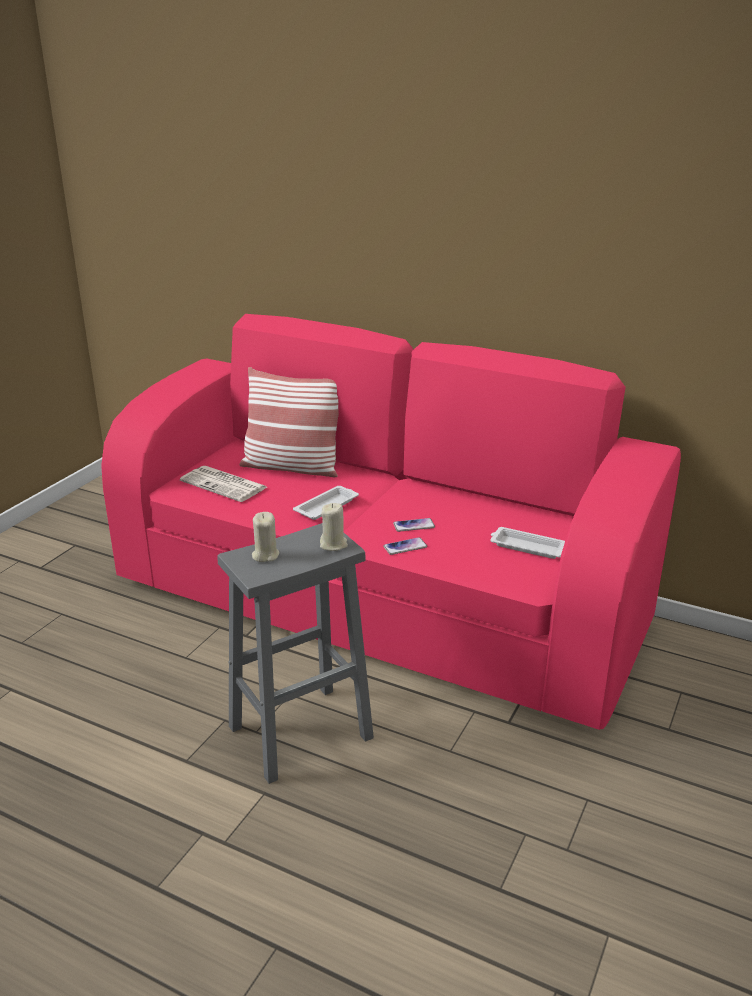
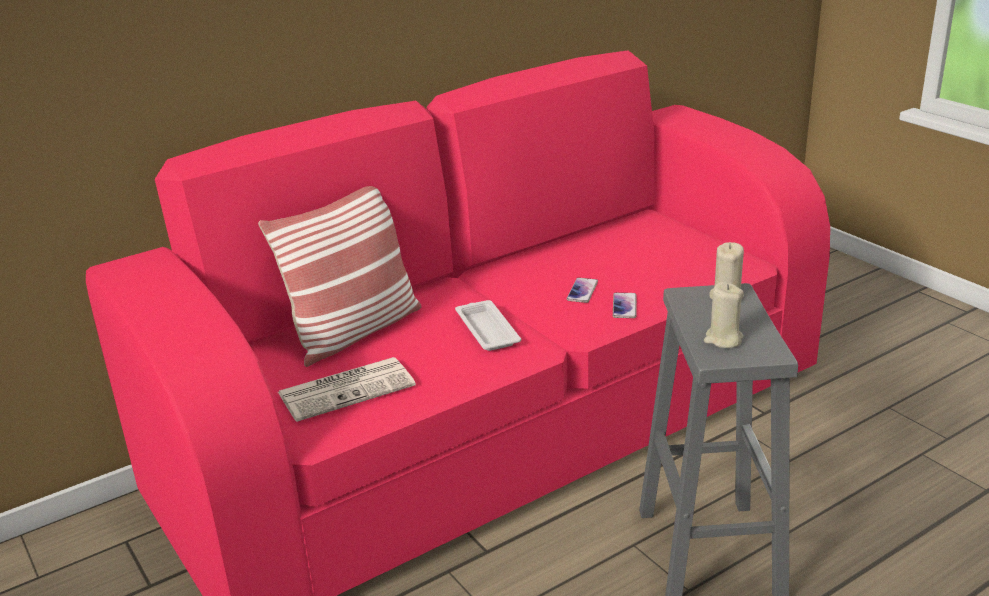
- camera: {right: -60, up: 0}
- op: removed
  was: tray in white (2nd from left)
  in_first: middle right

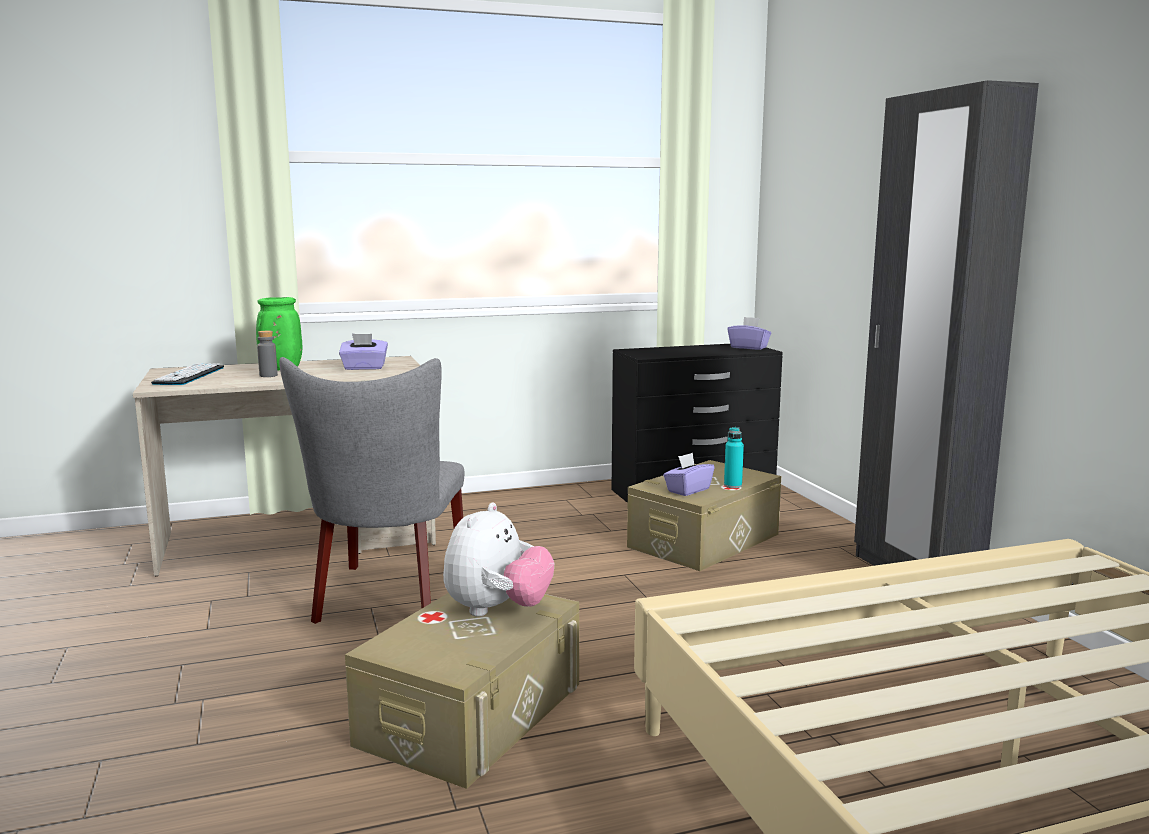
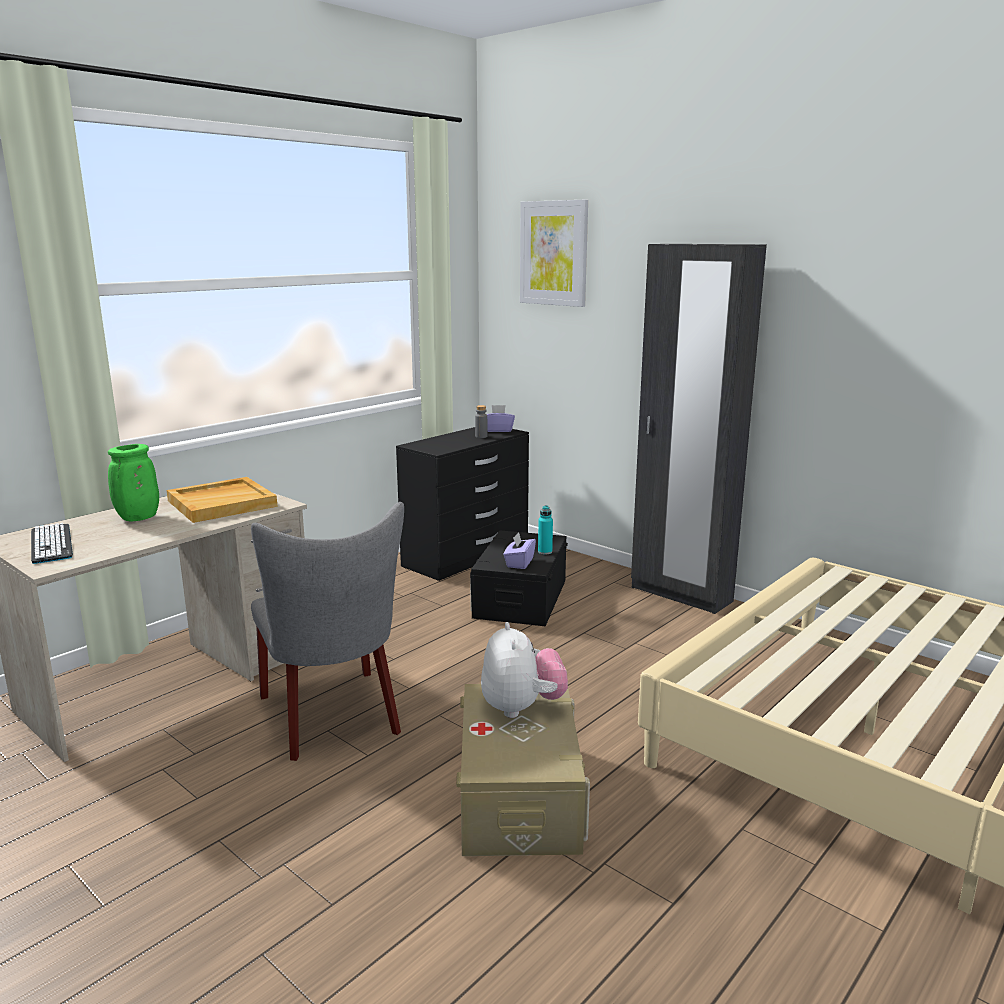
- camera: {right: -30, up: 5}
- op: added
  now: picture
  in_second: top centre
- op: moved
  was: bottle in grey
  in_first: middle left
  in_second: centre
- op: replaced
  was: tissue box in purple (1st from left)
  now: tray in beige
  in_first: middle left
  in_second: middle left
- op: recoloured
  was: storage box in beige (2nd from left)
  now: storage box in black
  in_first: centre
  in_second: centre

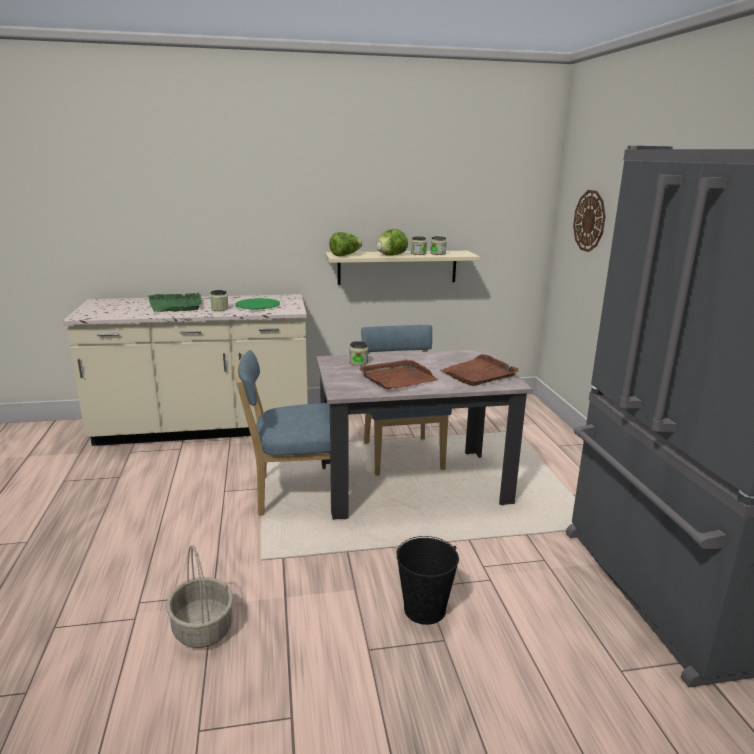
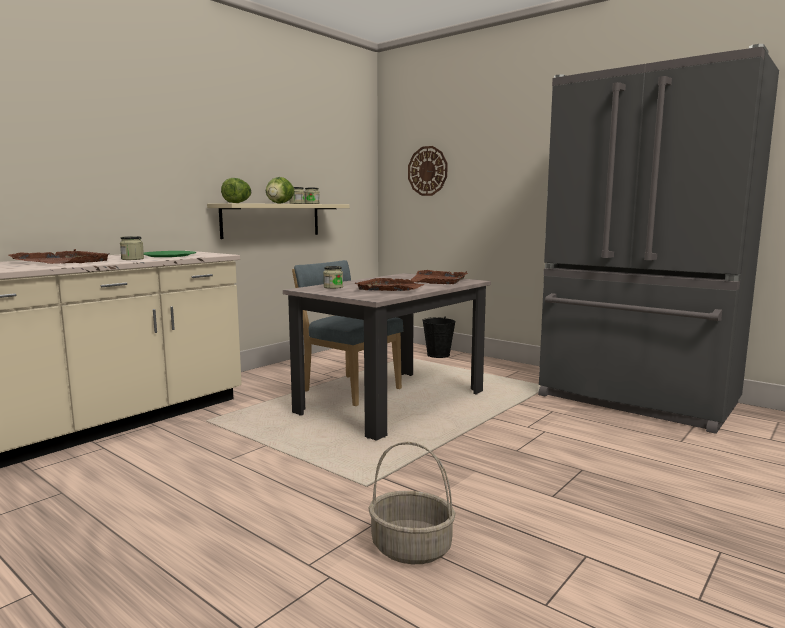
- camera: {right: -40, up: -10}
- op: removed
  was: chair in blue (1st from left)
  in_first: centre
- op: moved
  was: bucket in black
  in_first: bottom centre
  in_second: centre
- op: recoloured
  was: tray in green
  now: tray in brown (1st from left)
  in_first: middle left
  in_second: middle left

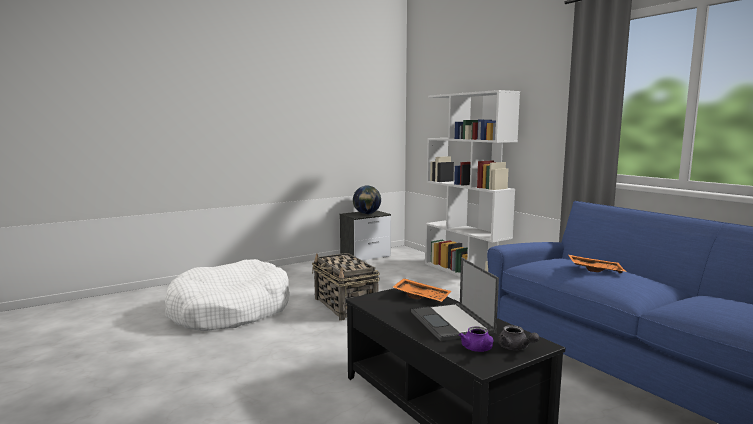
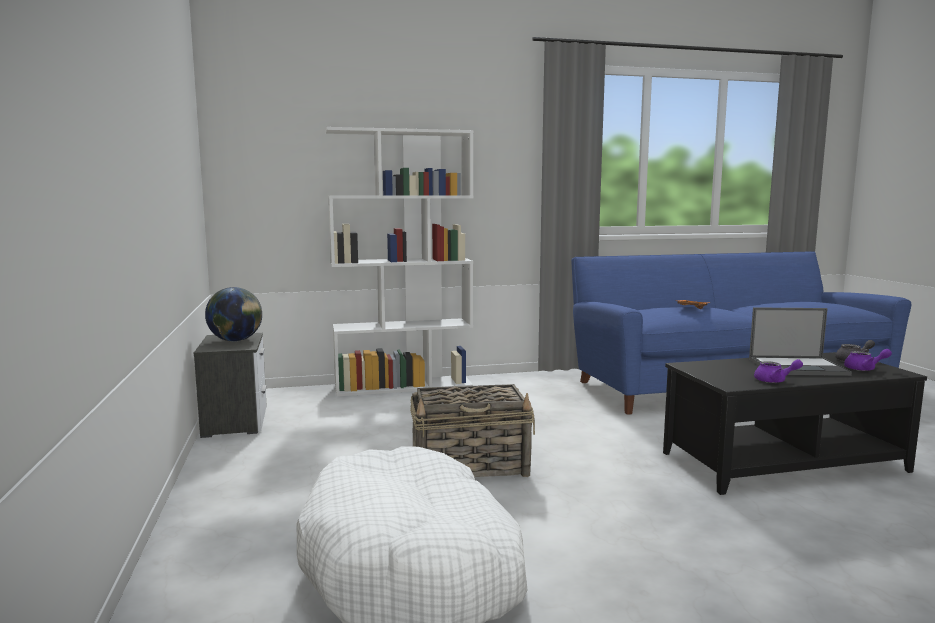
- camera: {right: -70, up: 0}
- op: removed
  was: tray in orange (1st from left)
  in_first: bottom centre
- op: added
  now: teapot in purple (1st from left)
  in_second: middle right

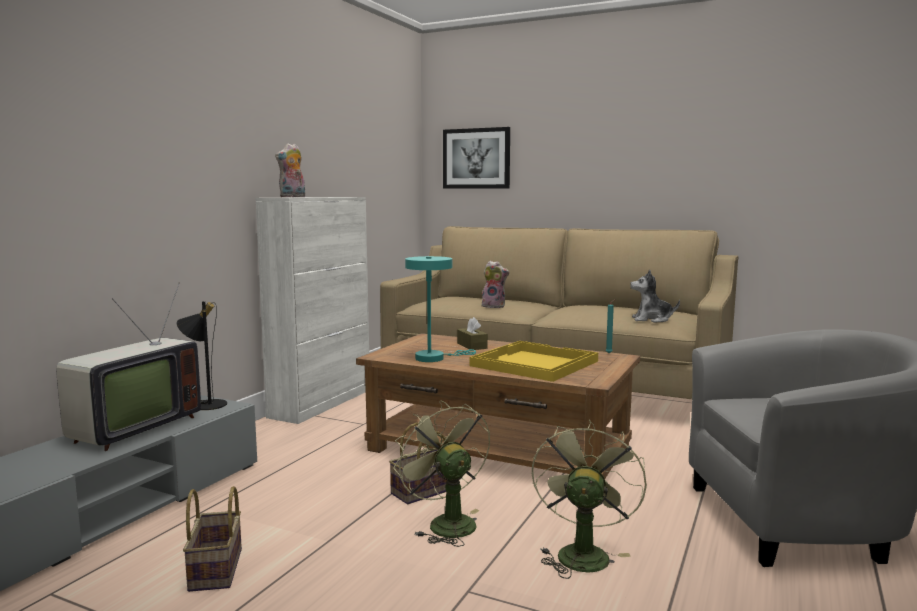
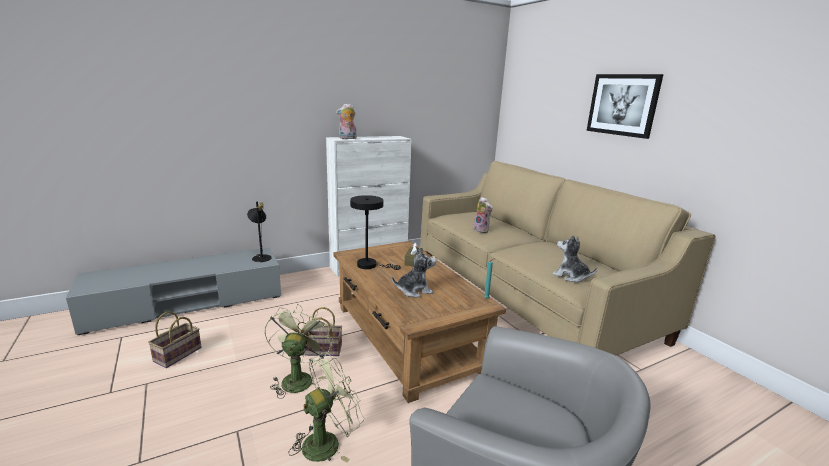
- camera: {right: 35, up: 10}
- op: removed
  was: television
  in_first: middle left
- op: moved
  was: picture
  in_first: top centre
  in_second: top right
- op: replaced
  was: tray in yellow
  now: plush toy (2nd from left)
  in_first: centre
  in_second: centre
- op: recoloured
  was: table lamp in turquoise
  now: table lamp in black (2nd from left)
  in_first: centre
  in_second: centre

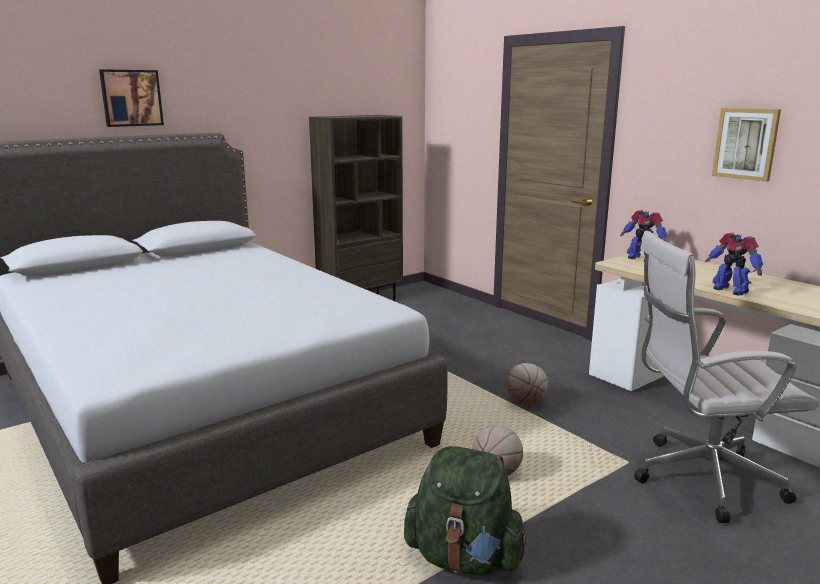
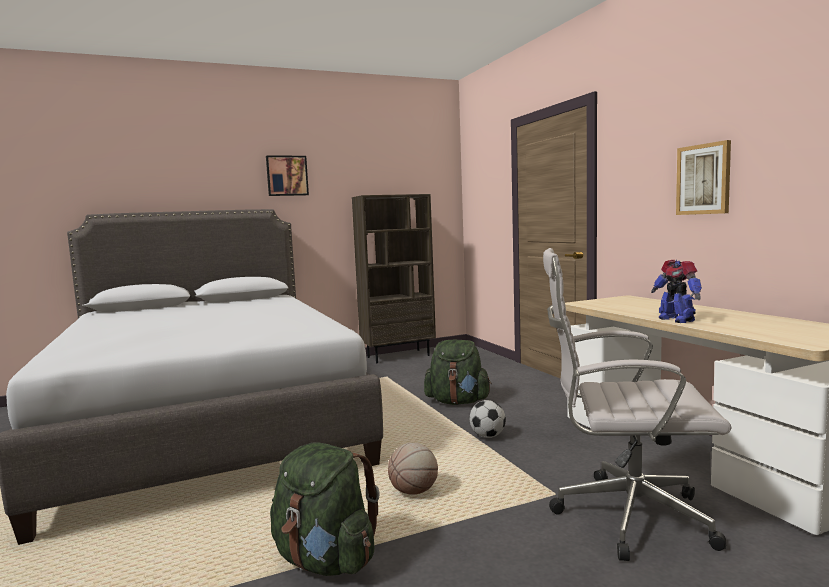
- camera: {right: 15, up: -10}
- op: removed
  was: toy robot (1st from left)
  in_first: middle right
- op: added
  now: backpack in green (2nd from left)
  in_second: centre
- op: moved
  was: picture (1st from left)
  in_first: top left
  in_second: top centre
- op: replaced
  was: basketball (2nd from left)
  now: football
  in_first: centre
  in_second: bottom centre

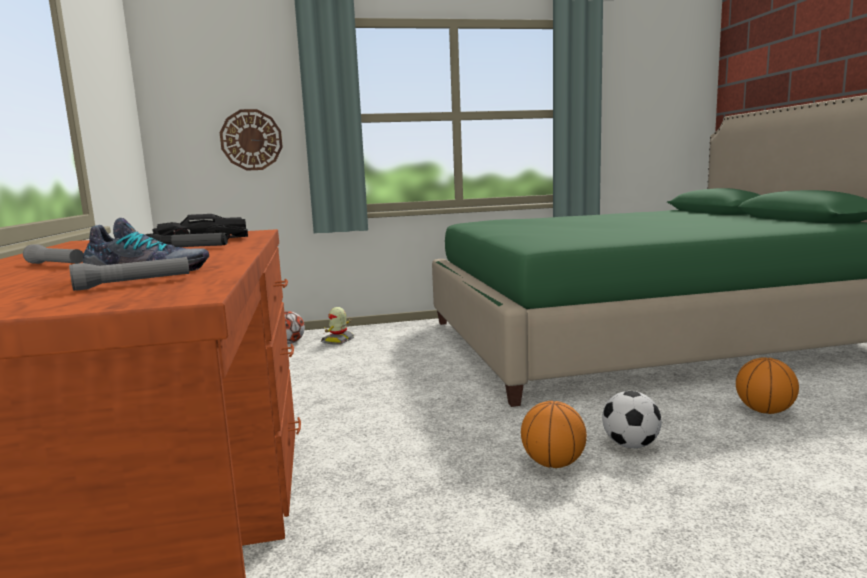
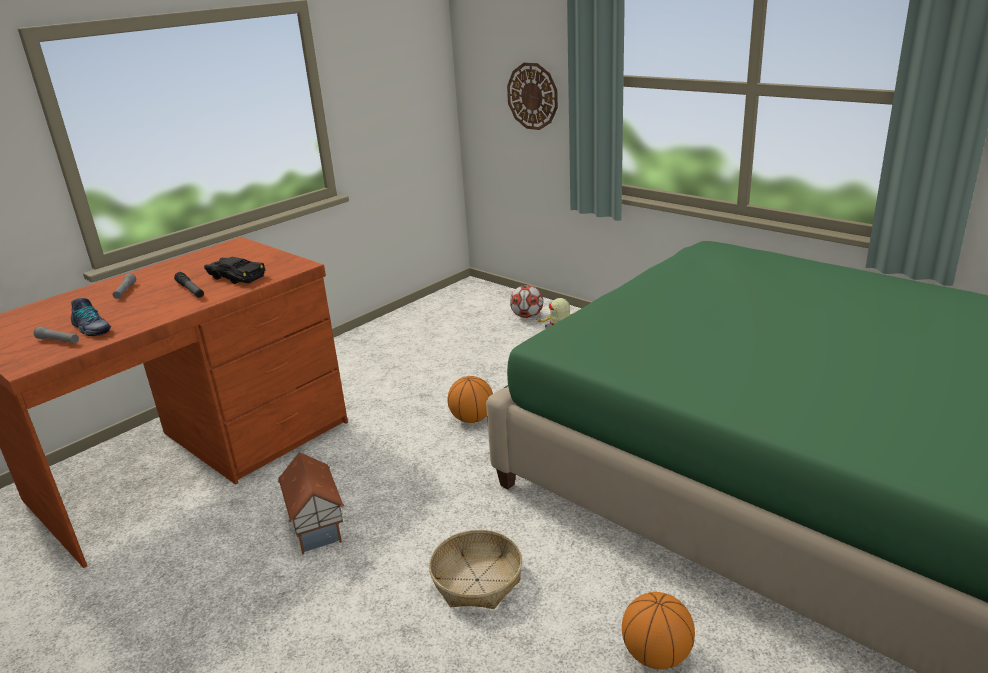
- camera: {right: 55, up: 15}
- op: added
  now: toy house
  in_second: bottom left
- op: moved
  was: basketball (1st from left)
  in_first: bottom centre
  in_second: centre
- op: replaced
  was: football (2nd from left)
  now: basket
  in_first: bottom right
  in_second: bottom centre

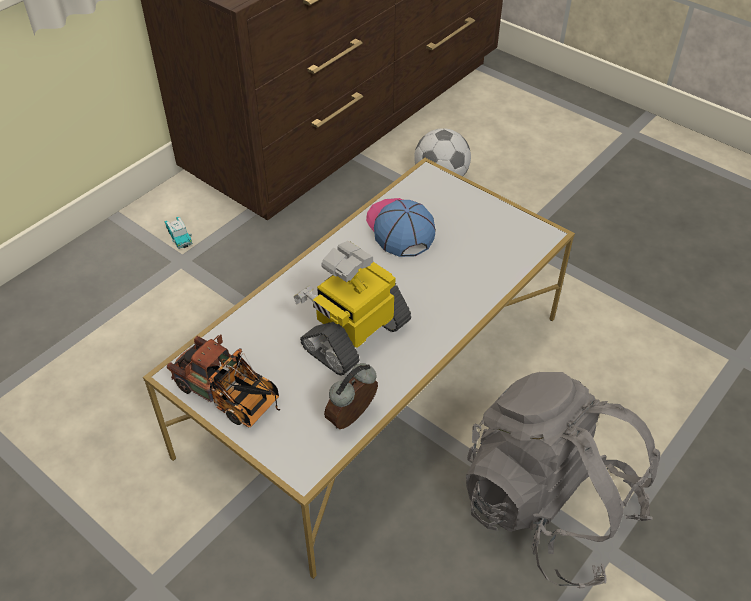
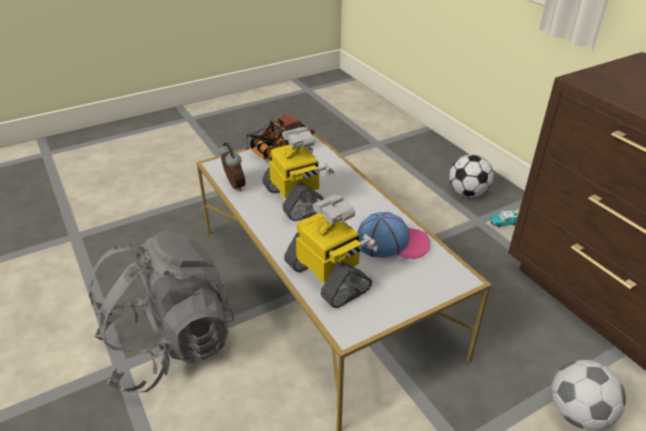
- camera: {right: 110, up: -10}
- op: added
  now: toy robot (2nd from left)
  in_second: centre
- op: added
  now: football (1st from left)
  in_second: middle right

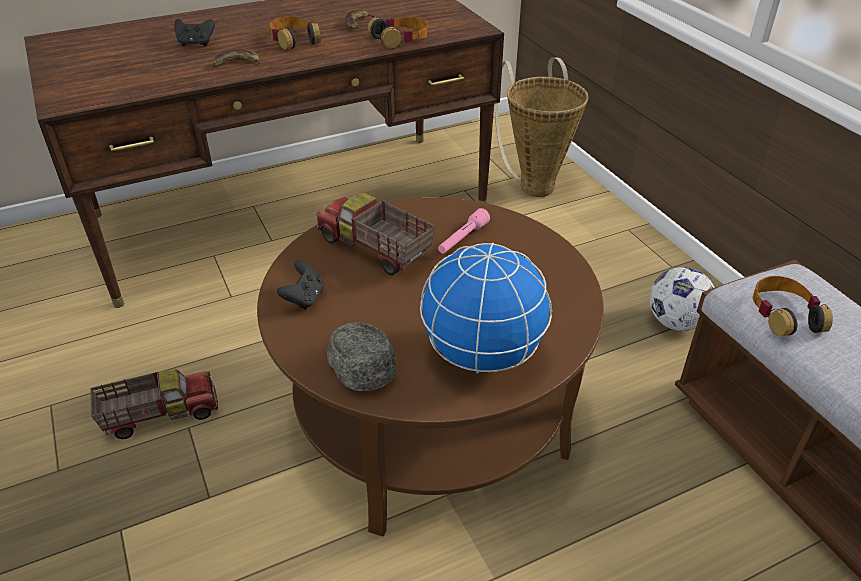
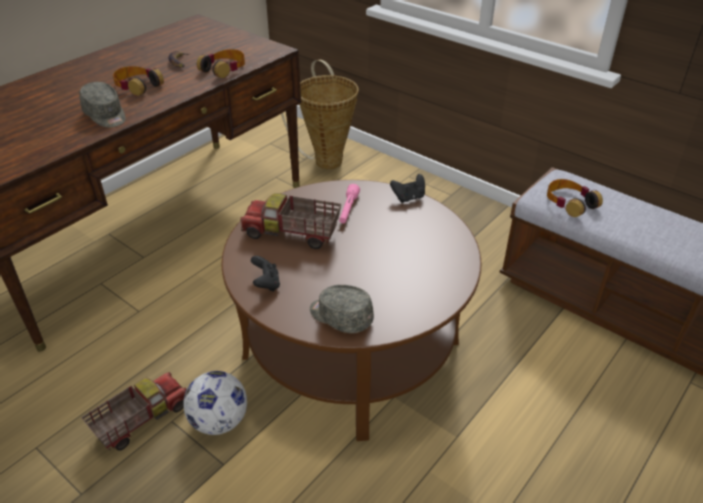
- camera: {right: -25, up: 0}
- op: removed
  was: globe
  in_first: centre
- op: moved
  was: game controller in black (1st from left in the first image)
  now: game controller in black (2nd from left)
  in_first: top left
  in_second: centre
- op: moved
  was: football
  in_first: middle right
  in_second: bottom left
- op: replaced
  was: banana (1st from left)
  now: cap in grey (1st from left)
  in_first: top left
  in_second: top left

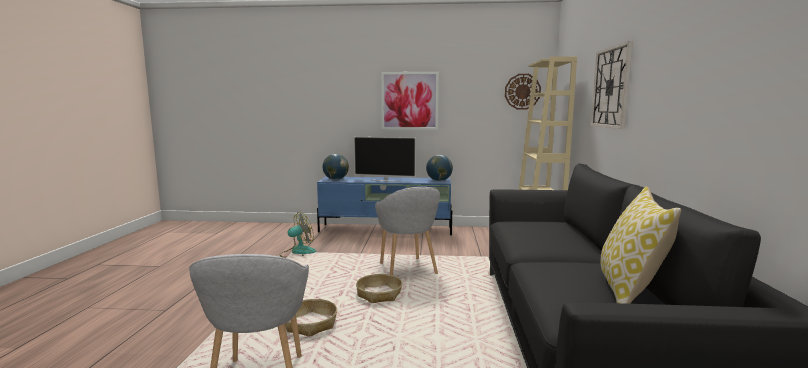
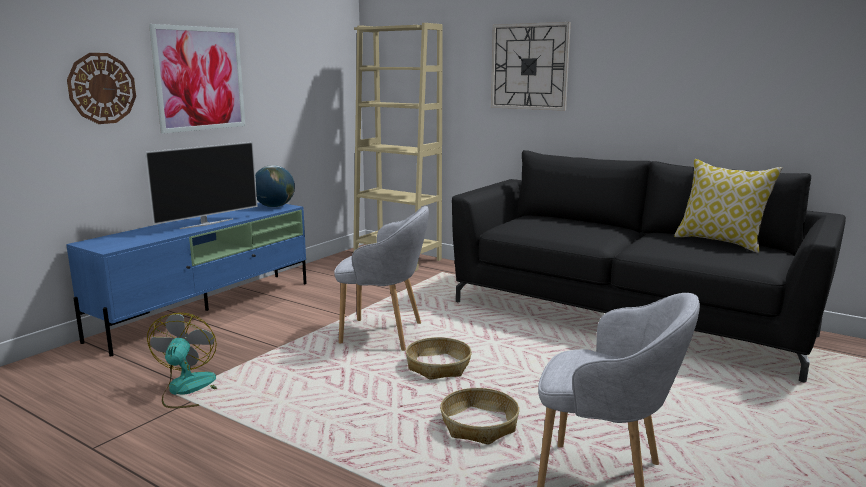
- camera: {right: -60, up: 5}
- op: removed
  was: globe (1st from left)
  in_first: centre
- op: moved
  was: wall clock (1st from left)
  in_first: top centre
  in_second: top left

